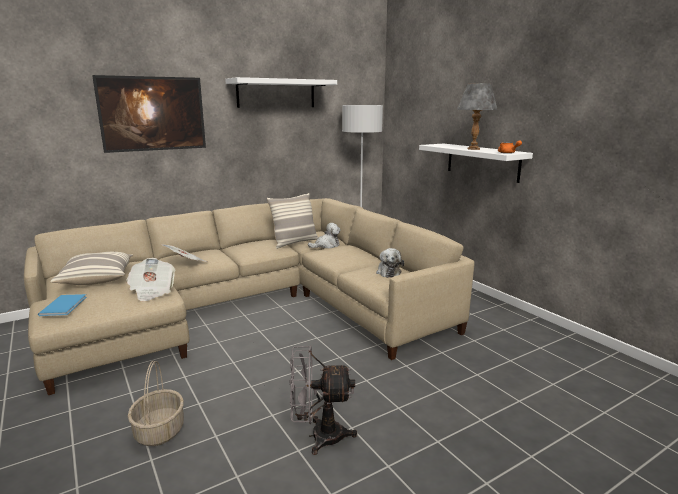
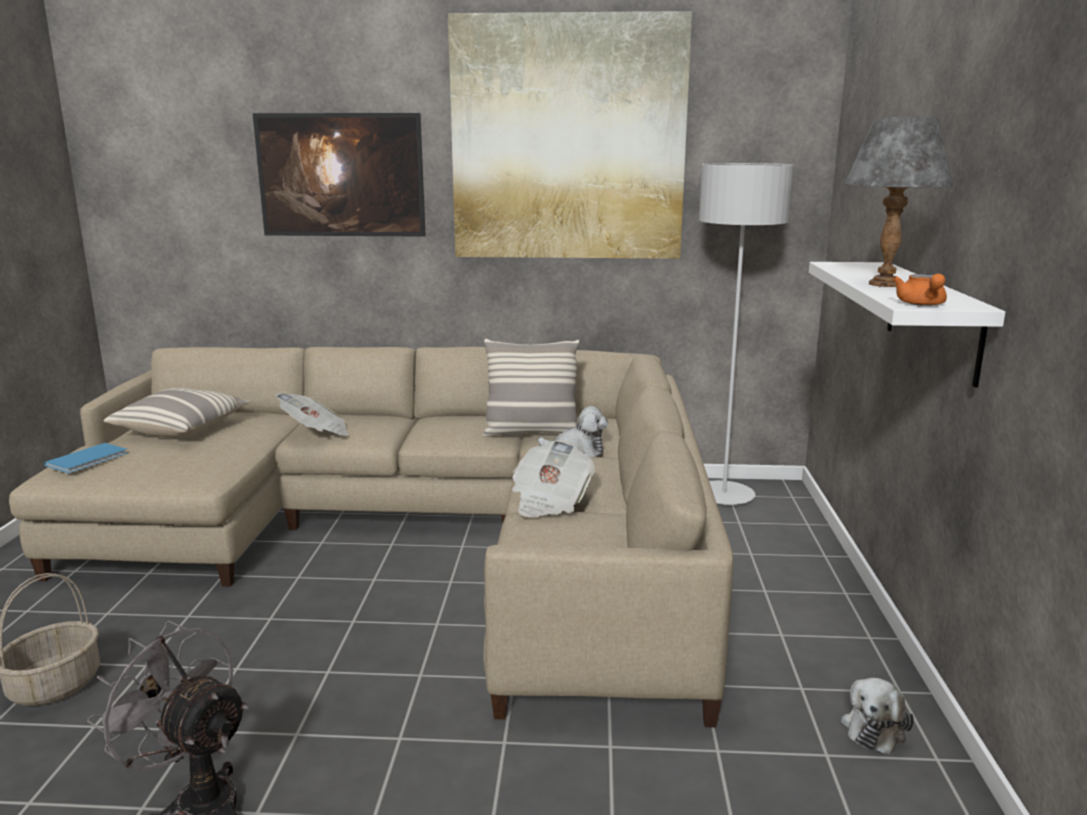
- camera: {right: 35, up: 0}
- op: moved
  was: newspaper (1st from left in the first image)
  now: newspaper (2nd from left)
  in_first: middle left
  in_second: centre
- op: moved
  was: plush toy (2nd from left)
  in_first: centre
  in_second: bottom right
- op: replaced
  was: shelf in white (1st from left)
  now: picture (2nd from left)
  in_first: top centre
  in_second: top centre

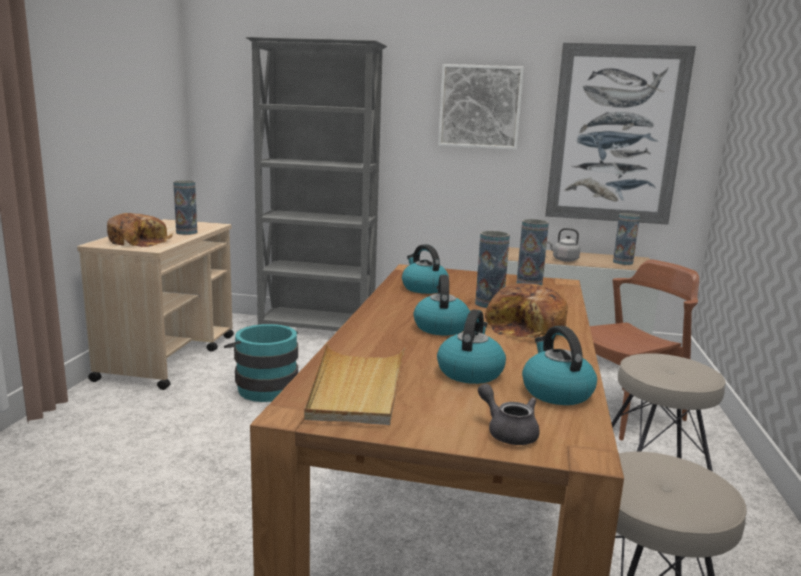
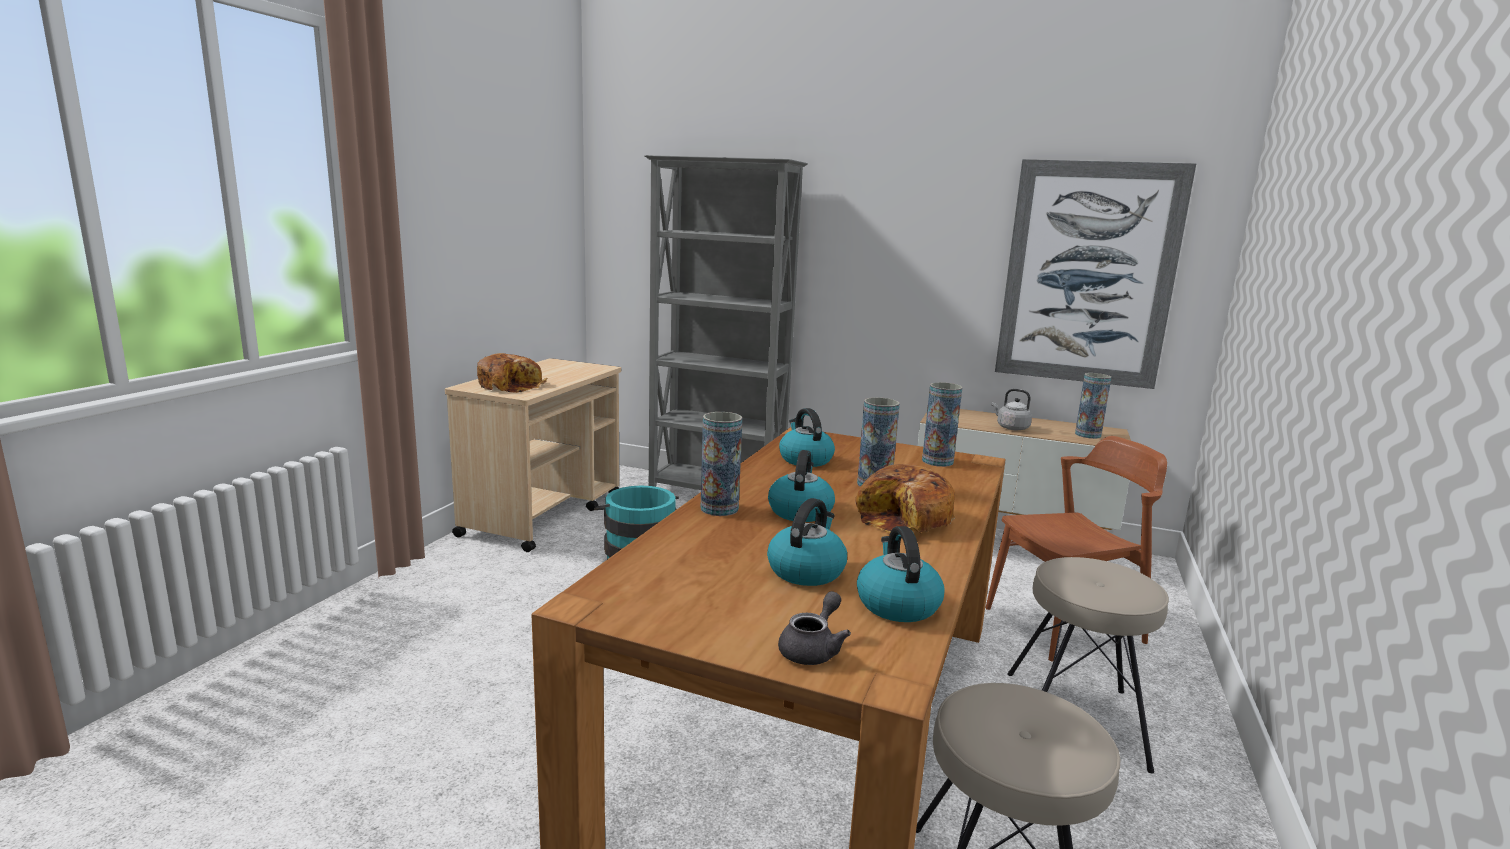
- camera: {right: 10, up: 0}
- op: removed
  was: tray in beige
  in_first: bottom centre
- op: removed
  was: picture (1st from left)
  in_first: top centre
- op: moved
  was: vase (1st from left)
  in_first: middle left
  in_second: centre
- op: turned
  was: teapot in grey
  in_first: bottom centre
  in_second: bottom centre
  clockwise: 60

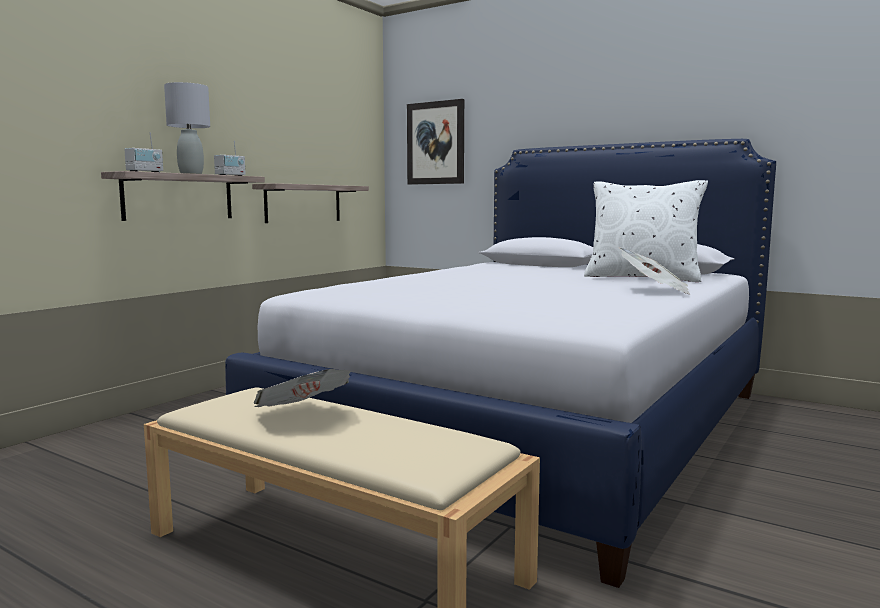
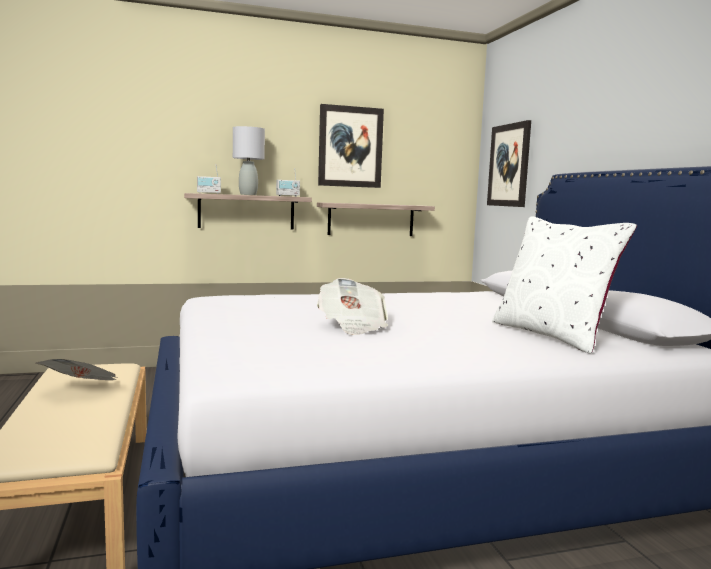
- camera: {right: 40, up: 0}
- op: added
  now: picture (1st from left)
  in_second: top centre
- op: moved
  was: newspaper (2nd from left)
  in_first: middle right
  in_second: centre

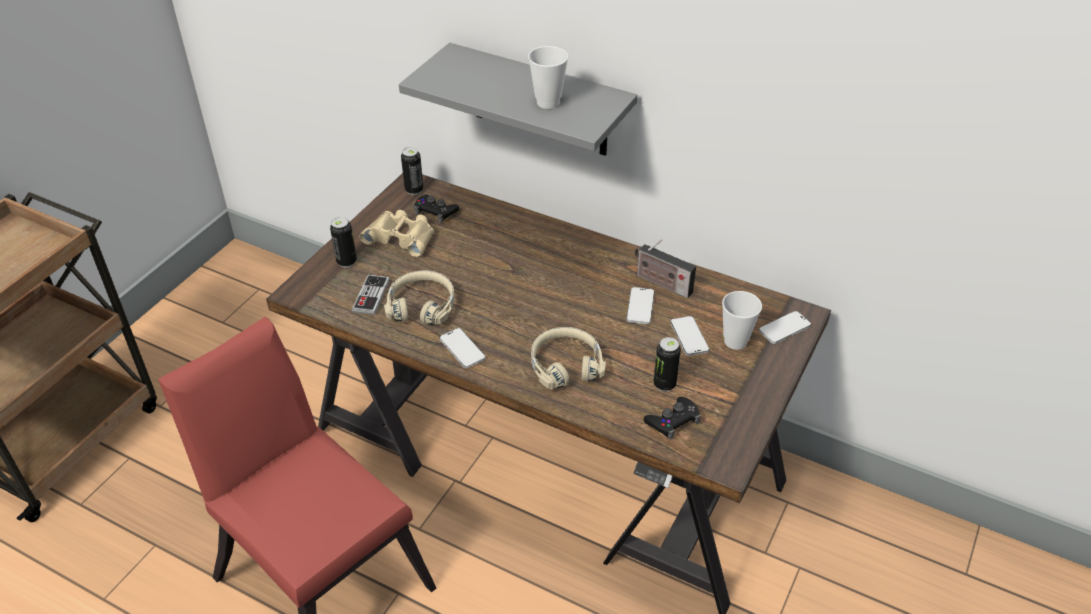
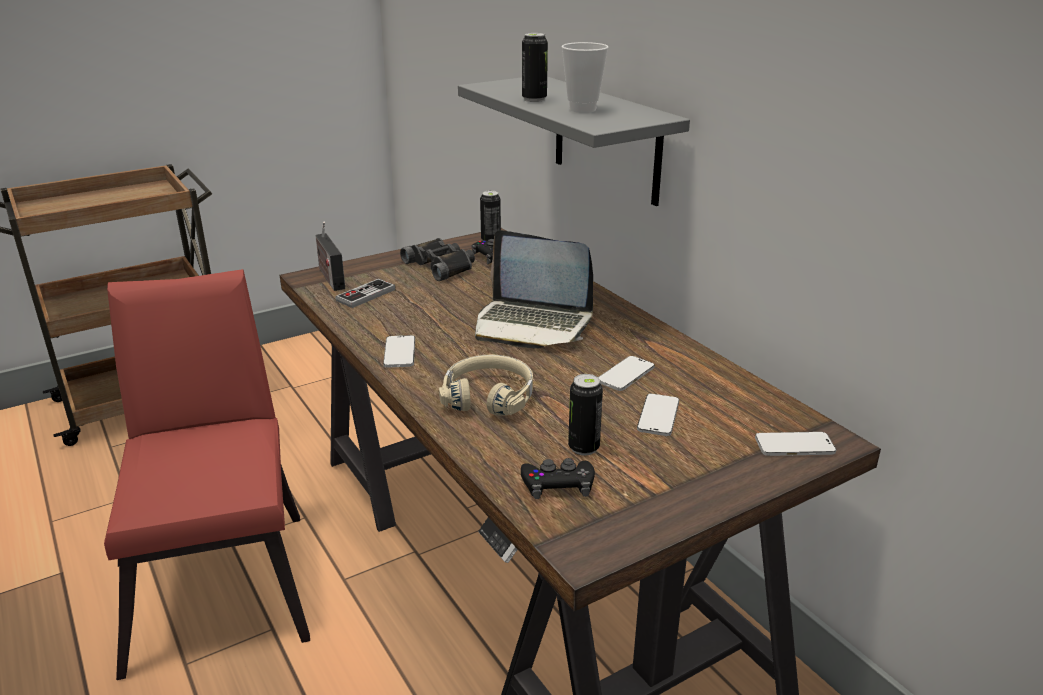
- camera: {right: 30, up: -15}
- op: removed
  was: headphones in beige (1st from left)
  in_first: centre
- op: removed
  was: cup (2nd from left)
  in_first: middle right
- op: added
  now: laptop
  in_second: centre
- op: moved
  was: can (1st from left in the first image)
  now: can (2nd from left)
  in_first: middle left
  in_second: top centre
- op: moved
  was: radio
  in_first: centre
  in_second: middle left
- op: recoloured
  was: binoculars in beige
  now: binoculars in black
  in_first: centre
  in_second: centre

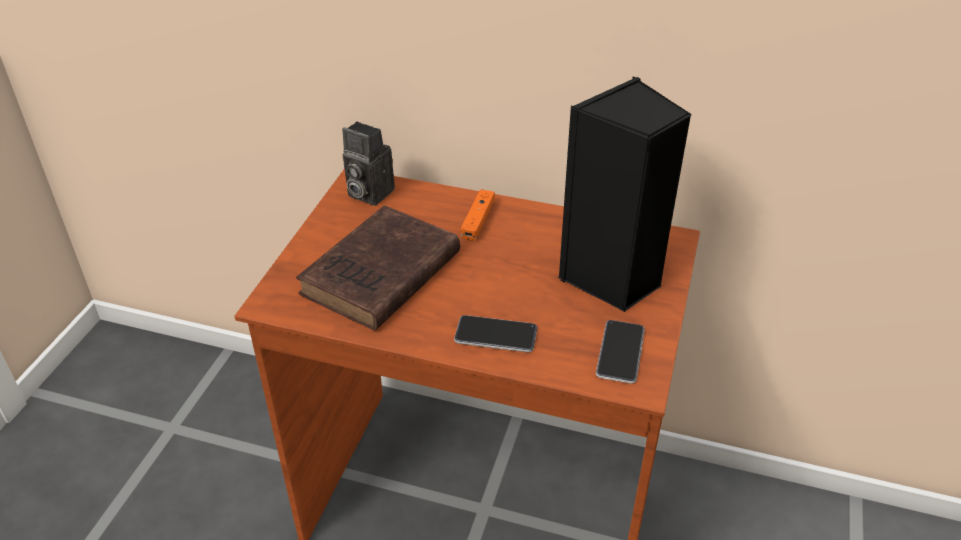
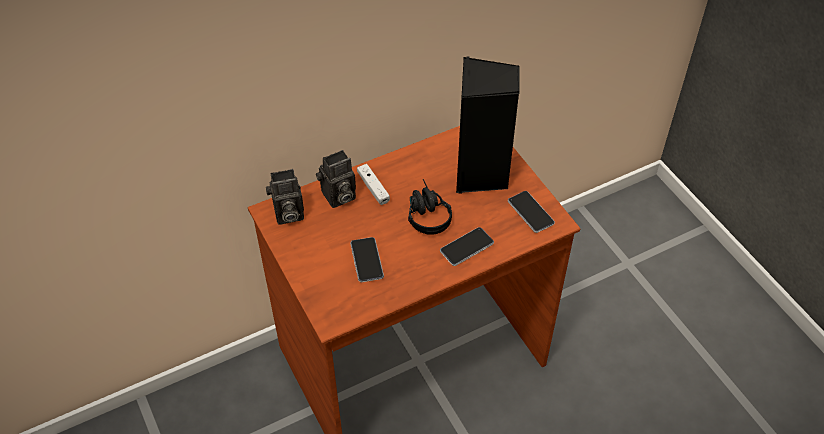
- camera: {right: -45, up: 10}
- op: added
  now: photo camera (2nd from left)
  in_second: centre
- op: added
  now: headphones in black
  in_second: centre
- op: replaced
  was: book in brown
  now: phone (1st from left)
  in_first: centre
  in_second: centre
- op: recoloured
  was: game controller in orange
  now: game controller in white
  in_first: centre
  in_second: centre

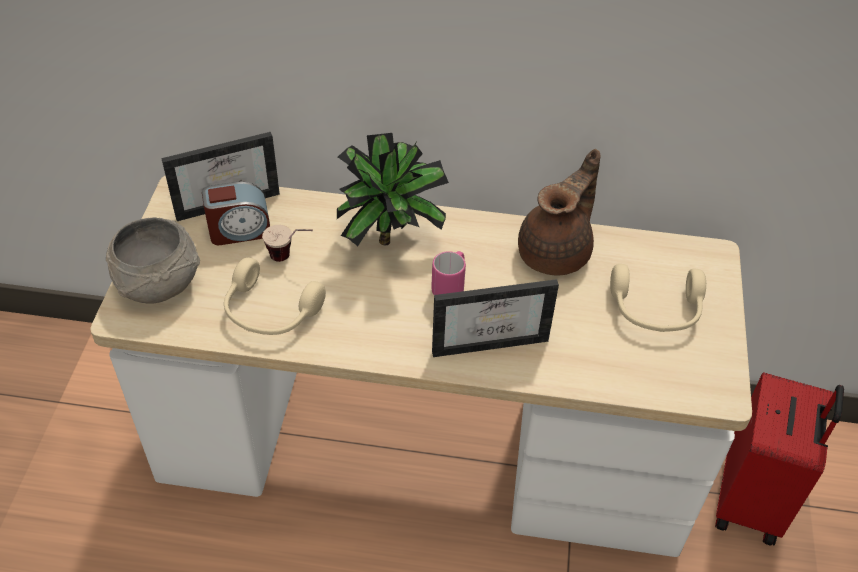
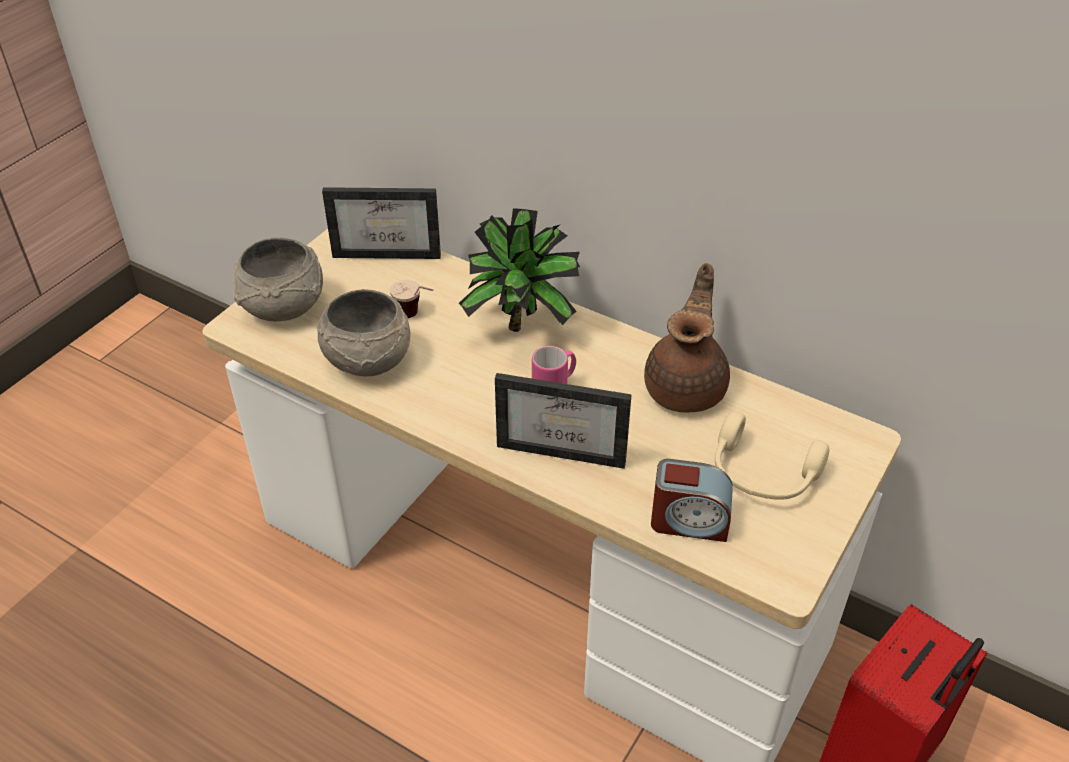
- camera: {right: 25, up: -5}
- op: moved
  was: alarm clock
  in_first: middle left
  in_second: centre
- op: replaced
  was: headphones in beige (1st from left)
  now: bowl in grey (2nd from left)
  in_first: middle left
  in_second: centre
- op: turned
  was: teapot in brown
  in_first: centre
  in_second: centre
  clockwise: -45

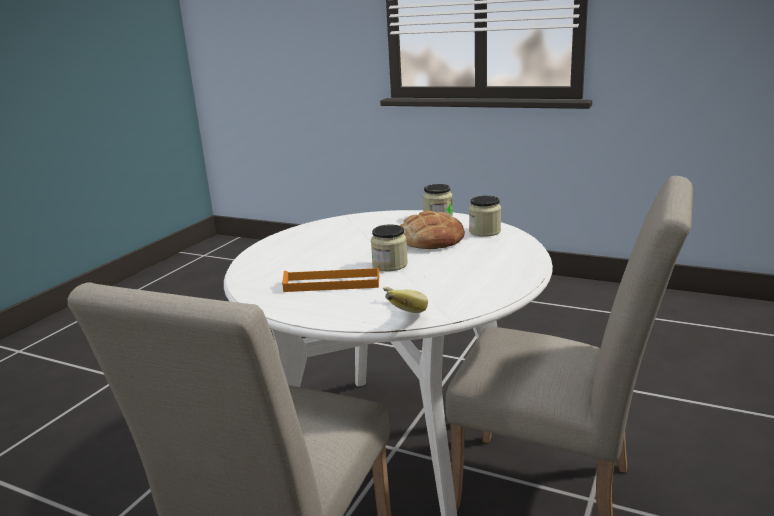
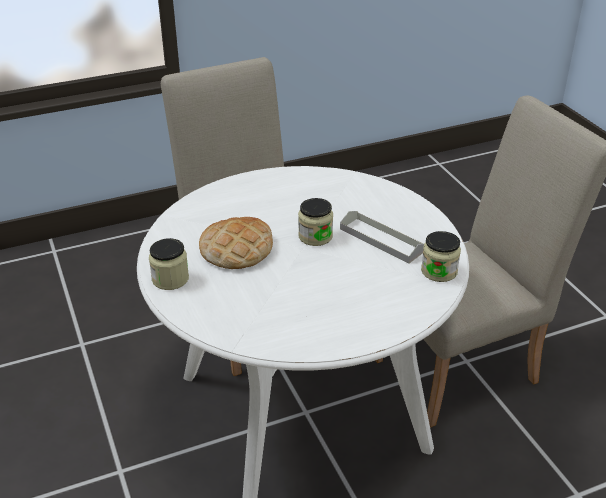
- camera: {right: -140, up: 15}
- op: removed
  was: banana
  in_first: centre
- op: moved
  was: jar (3rd from left)
  in_first: centre
  in_second: middle right
- op: recoloured
  was: tray in orange
  now: tray in grey
  in_first: centre
  in_second: centre

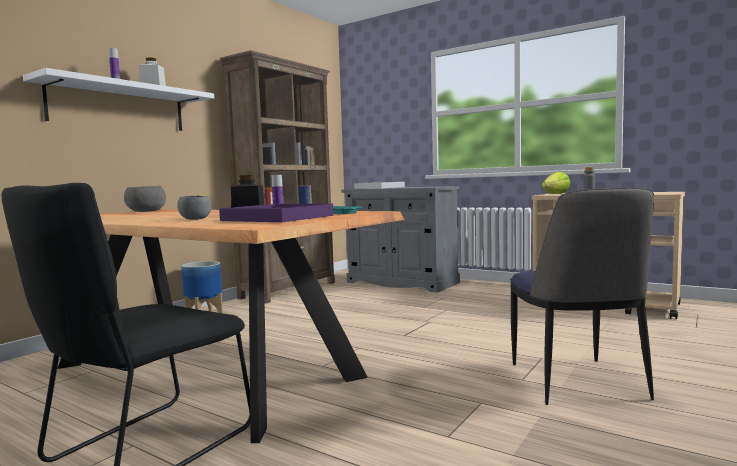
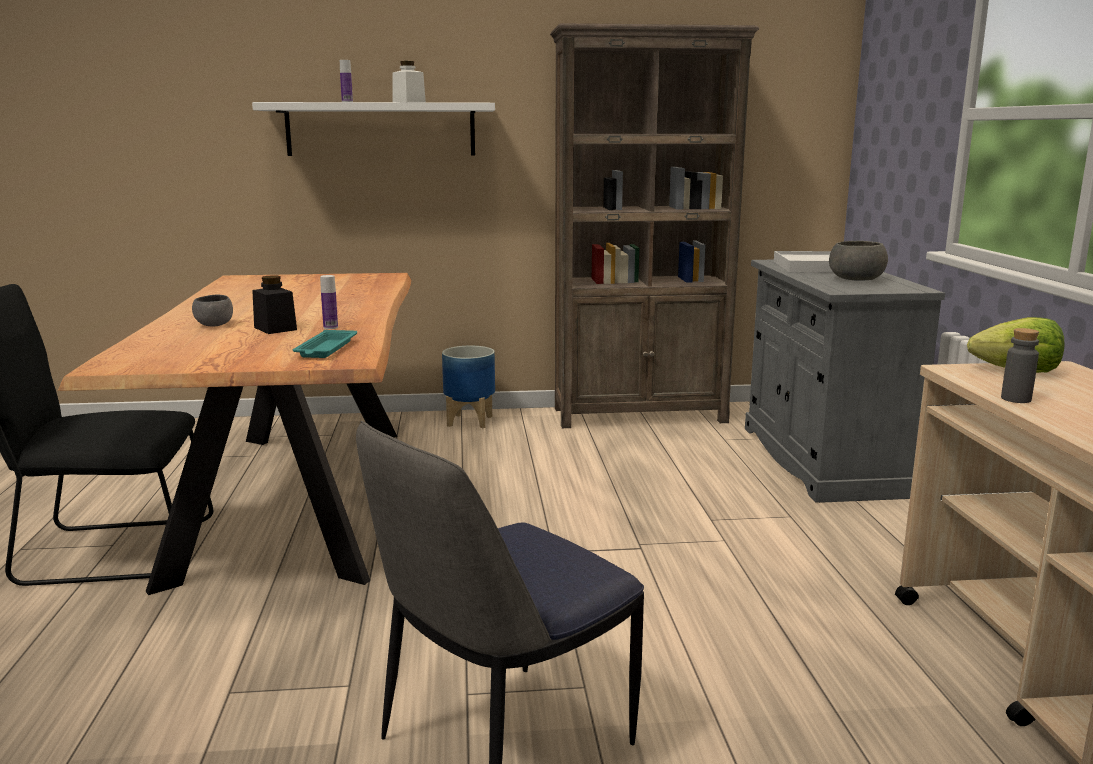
- camera: {right: 50, up: 10}
- op: removed
  was: tray in purple
  in_first: centre
- op: moved
  was: bowl in grey (1st from left in the first image)
  now: bowl in grey (2nd from left)
  in_first: middle left
  in_second: middle right

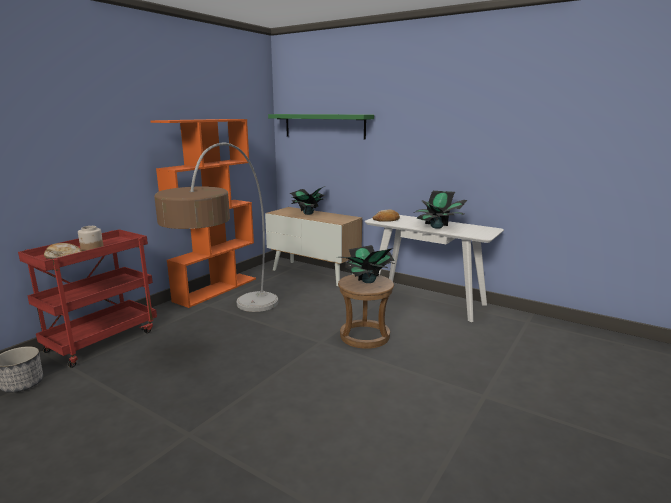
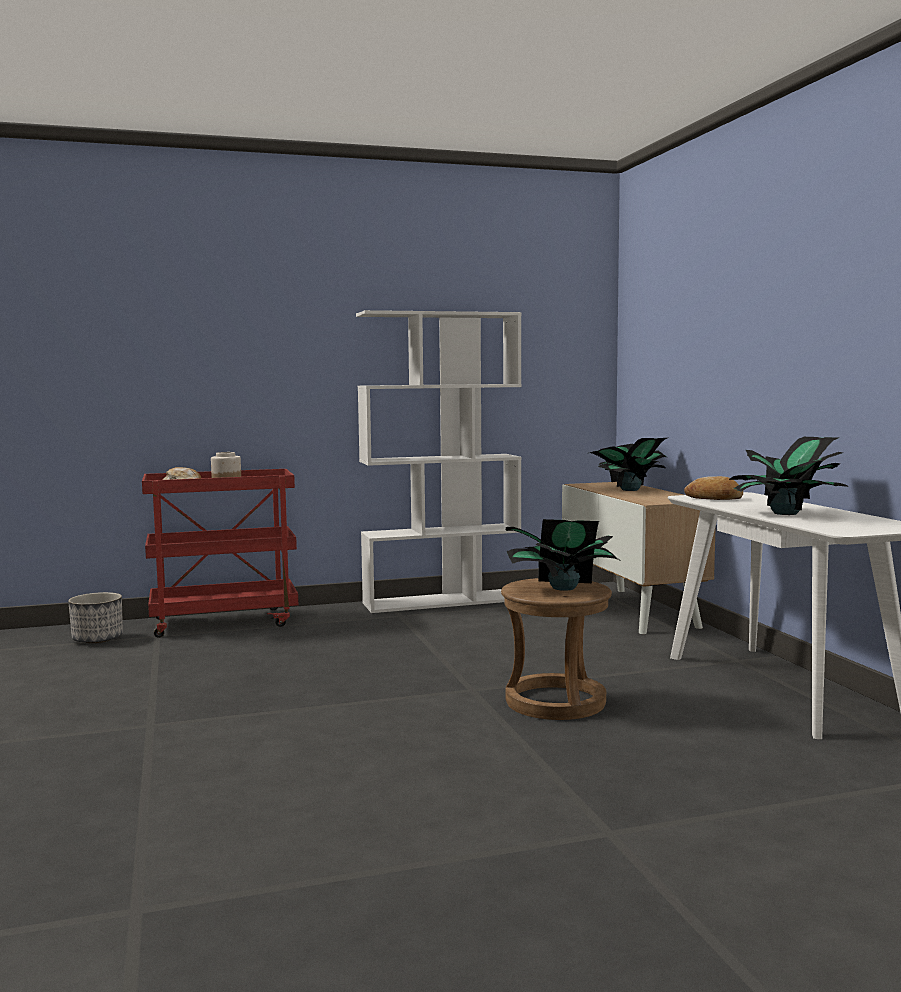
- camera: {right: 40, up: -10}
- op: removed
  was: floor lamp
  in_first: middle left
- op: removed
  was: shelf in green
  in_first: top centre
- op: recoloured
  was: bookcase in orange
  now: bookcase in white
  in_first: middle left
  in_second: centre

